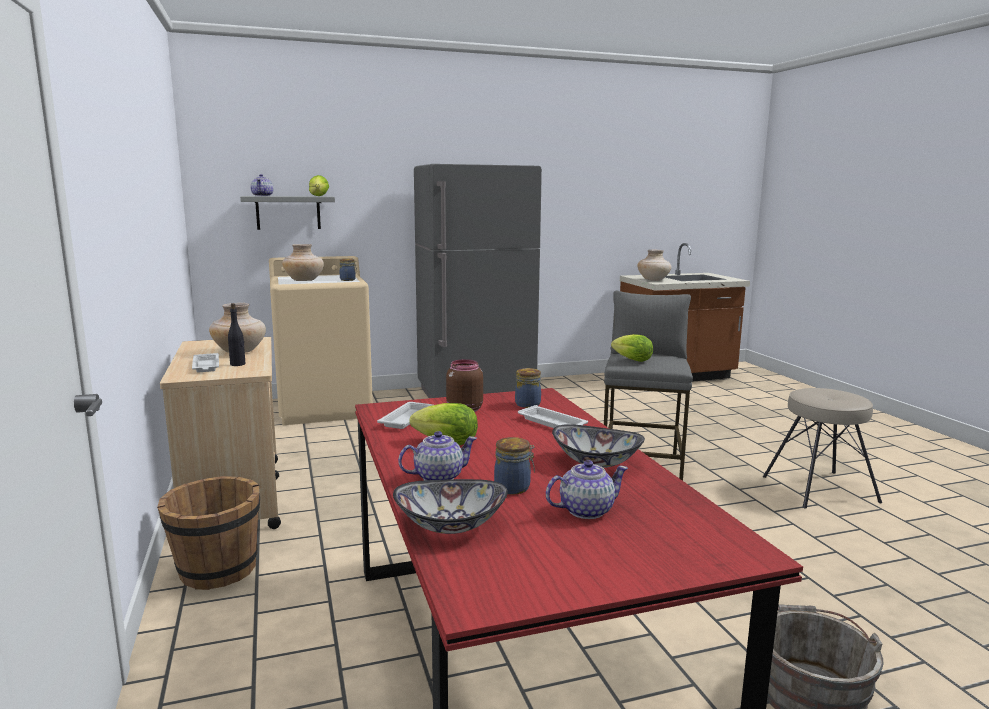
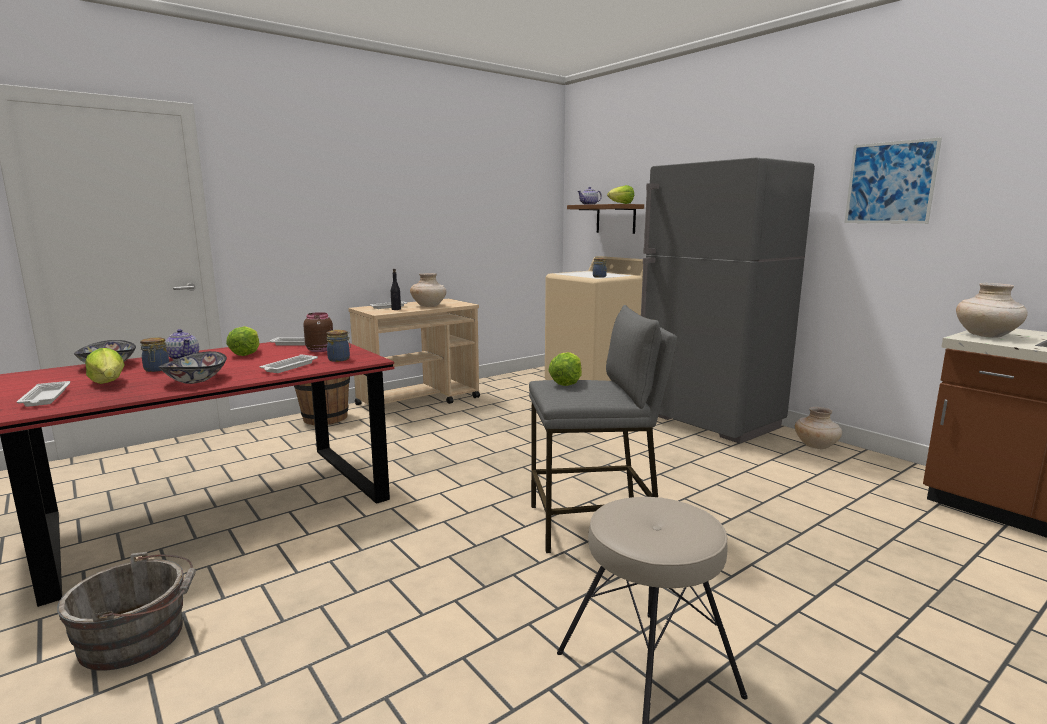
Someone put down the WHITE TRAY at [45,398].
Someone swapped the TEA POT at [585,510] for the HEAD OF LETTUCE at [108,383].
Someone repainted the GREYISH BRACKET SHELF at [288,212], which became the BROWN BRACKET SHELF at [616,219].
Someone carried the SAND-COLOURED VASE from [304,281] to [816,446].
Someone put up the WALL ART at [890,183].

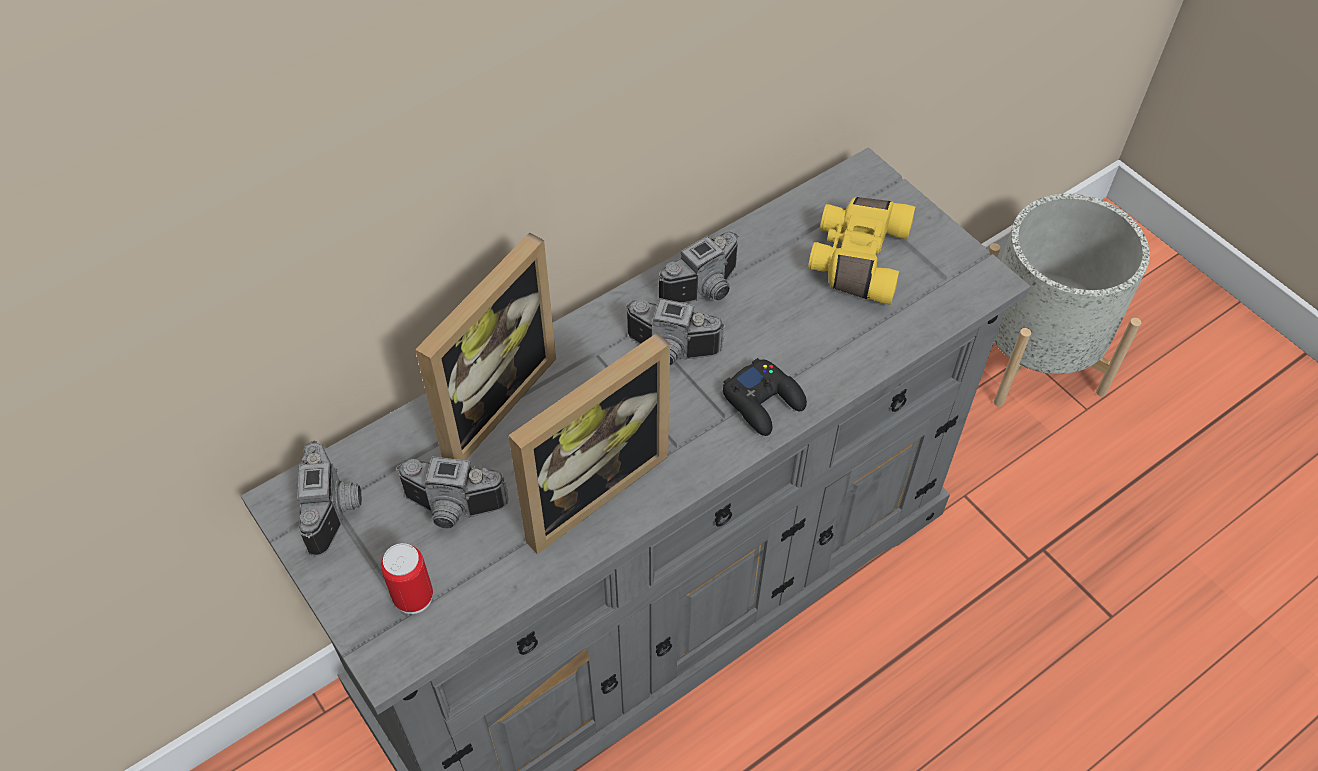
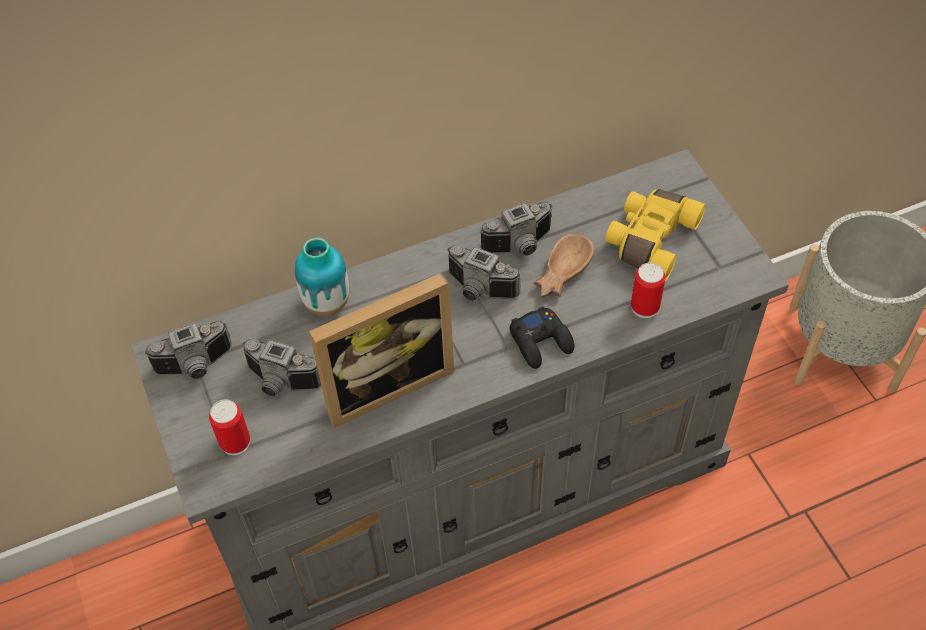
Someone rotated the STILL CAMERA at [337,509] by 60 degrees clockwise.
Someone swapped the PICTURE FRAME at [485,400] for the VASE at [327,303].
Someone put down the BROWN SERVING BOWL at [560,272].
Someone put down the CAN at [644,307].

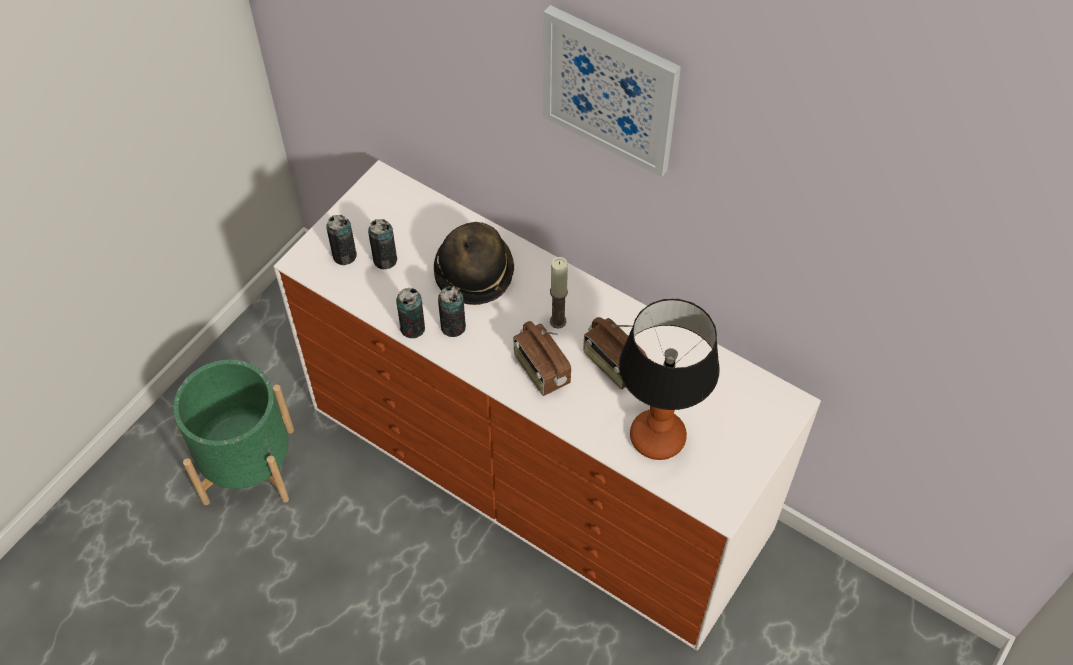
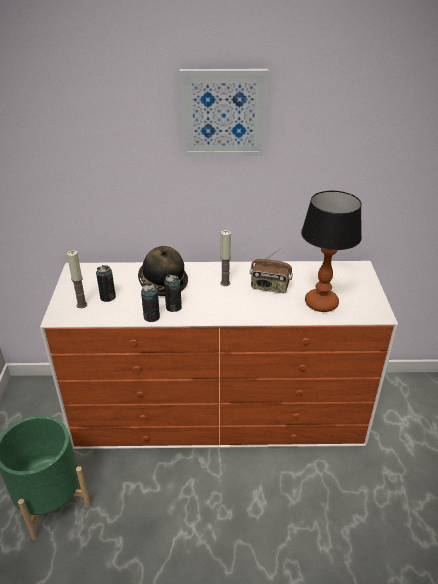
Someone swapped the CAN at [344,256] for the CANDLE at [82,305].
Someone took away the RADIO SET at [541,371].

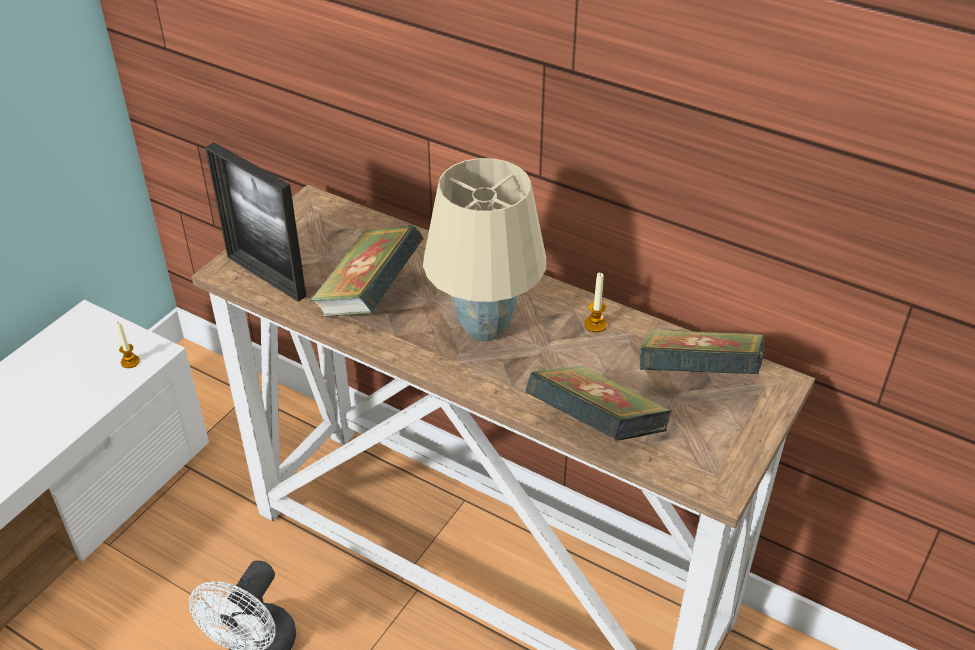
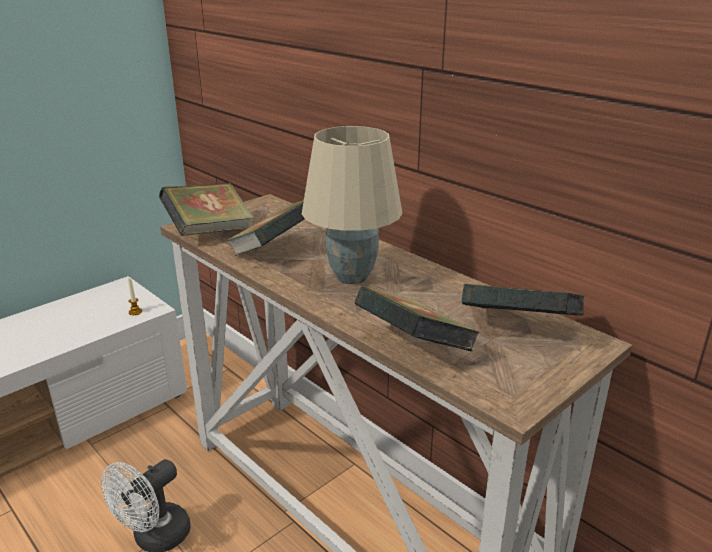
Someone swapped the PICTURE FRAME at [266,276] for the BOUND BOOK at [209,232].
Someone took away the CANDLE at [595,324].

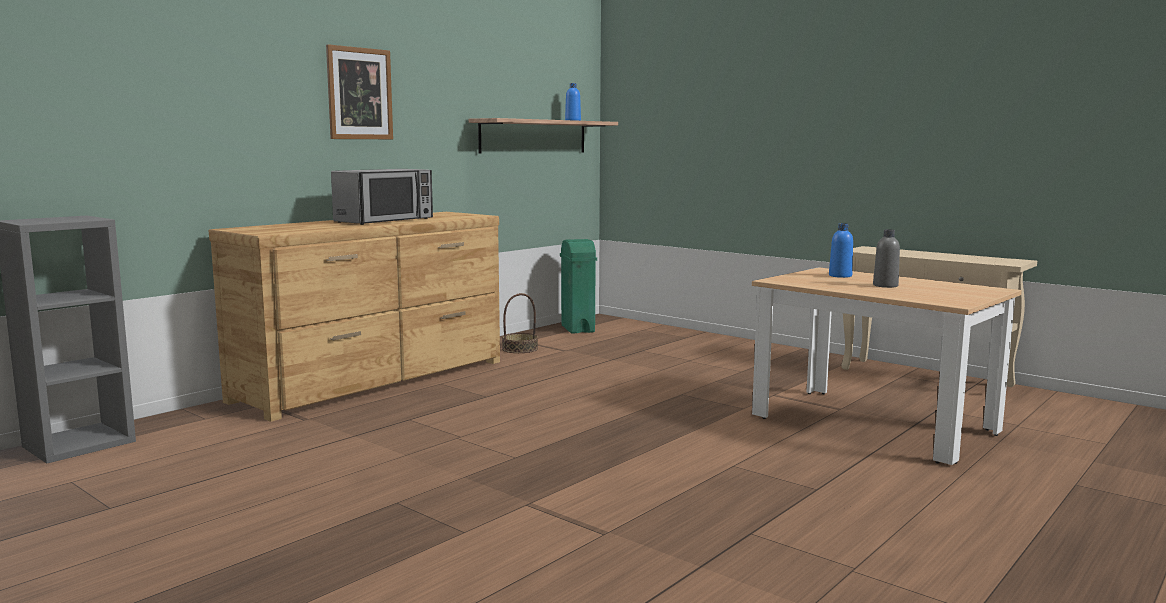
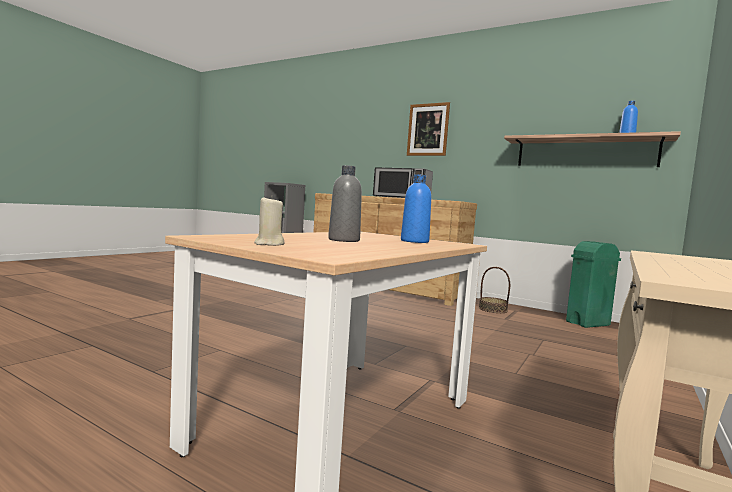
Someone put down the SAND-COLOURED CANDLE at [269,244].

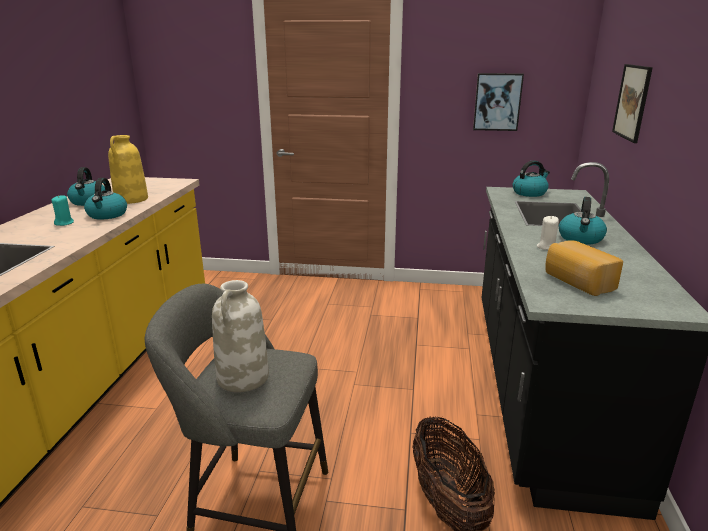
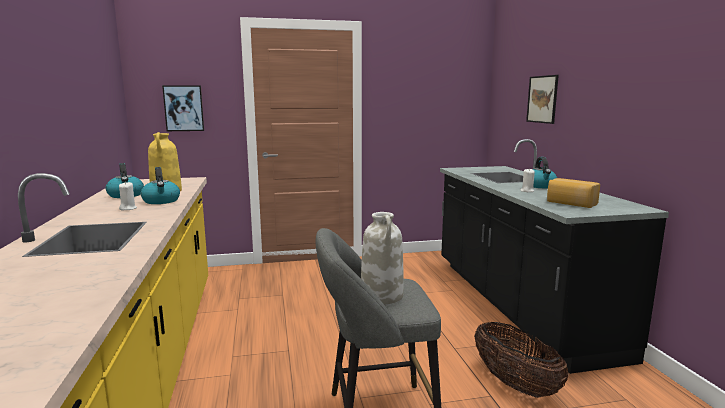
Someone repainted the BLUE-GREEN CANDLE at [64,223], which became the WHITE CANDLE at [128,208].
Someone carried the WALL ART from [497,102] to [184,108].
Someone took away the TEA KETTLE at [529,193].

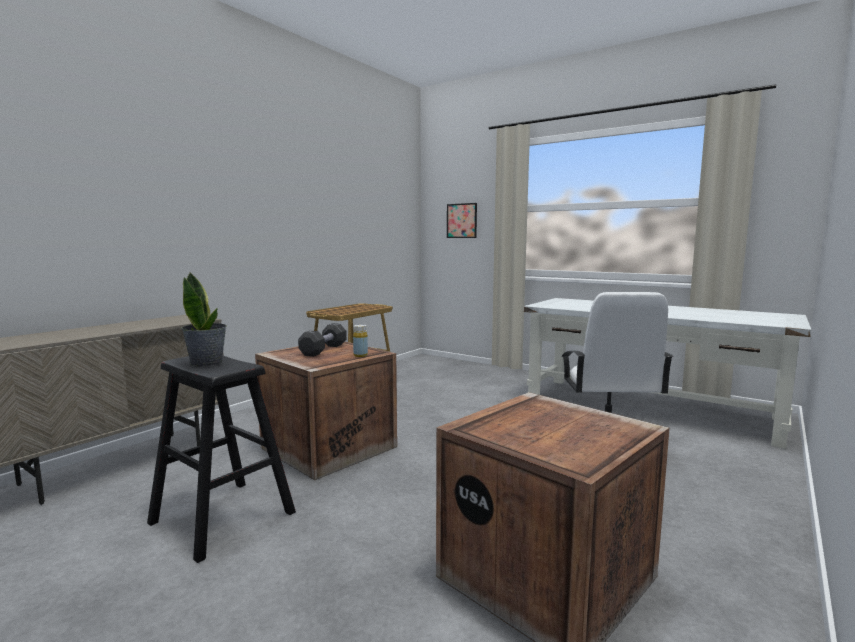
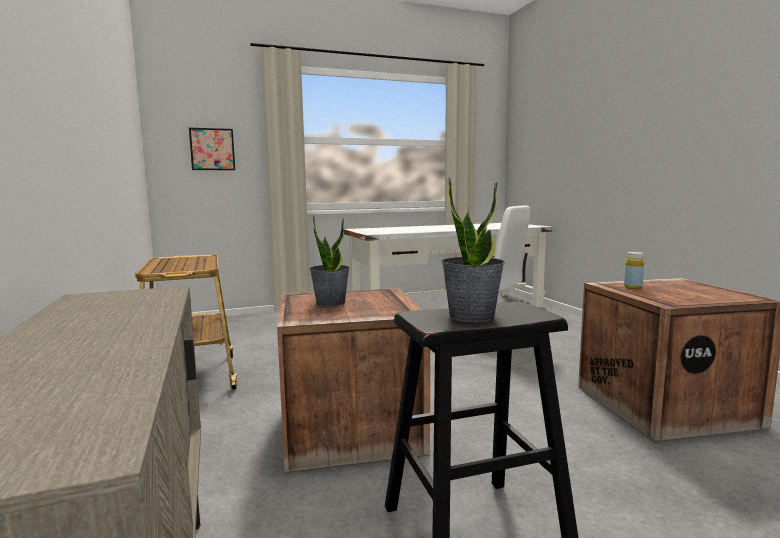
Someone swapped the BLACKISH DUMBBELL at [323,350] for the PLANT IN A POT at [330,303].
Someone carried the YELLOW BEVERAGE BOTTLE from [360,355] to [633,287].

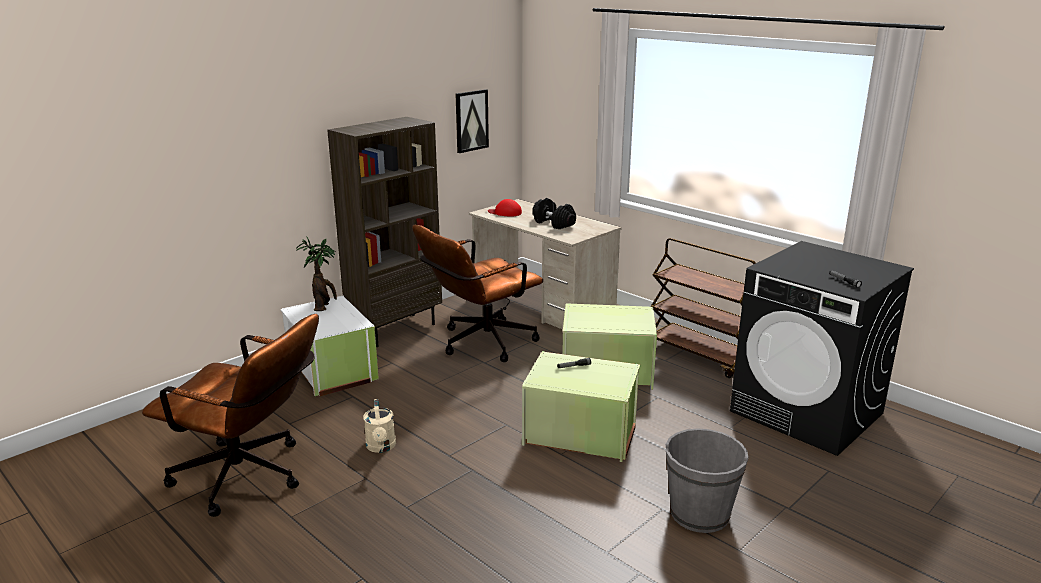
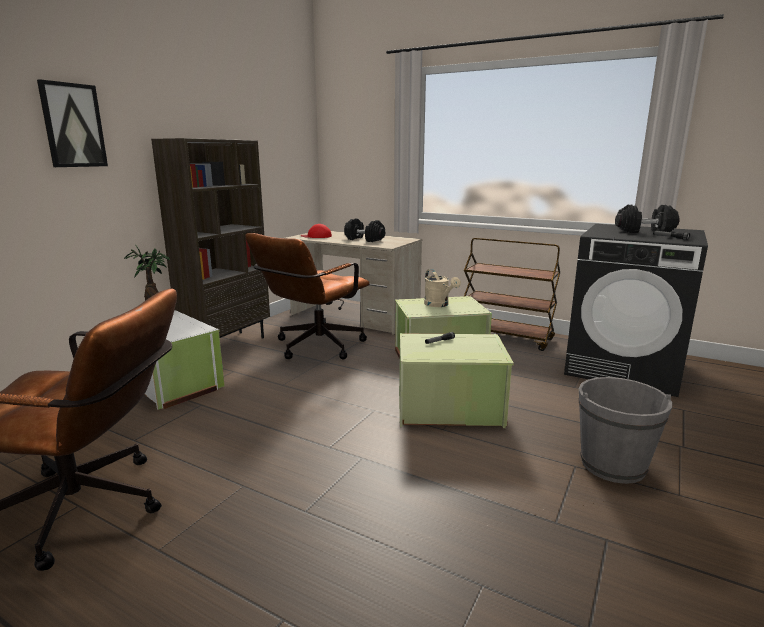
Someone carried the WALL ART from [471,120] to [73,125].
Someone carried the SAND-COLOURED WATERING CAN from [381,447] to [439,305].
Someone put down the BLACKISH DUMBBELL at [644,231].

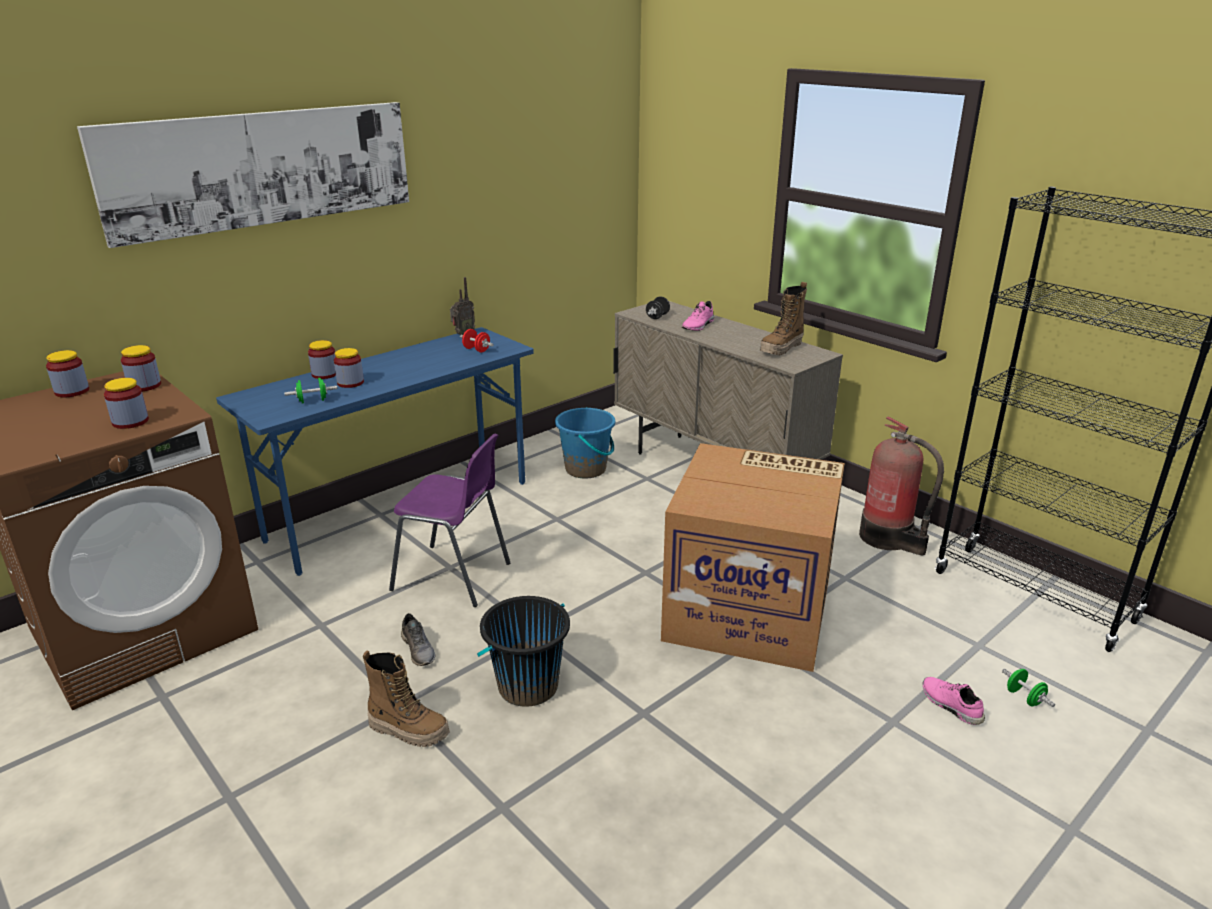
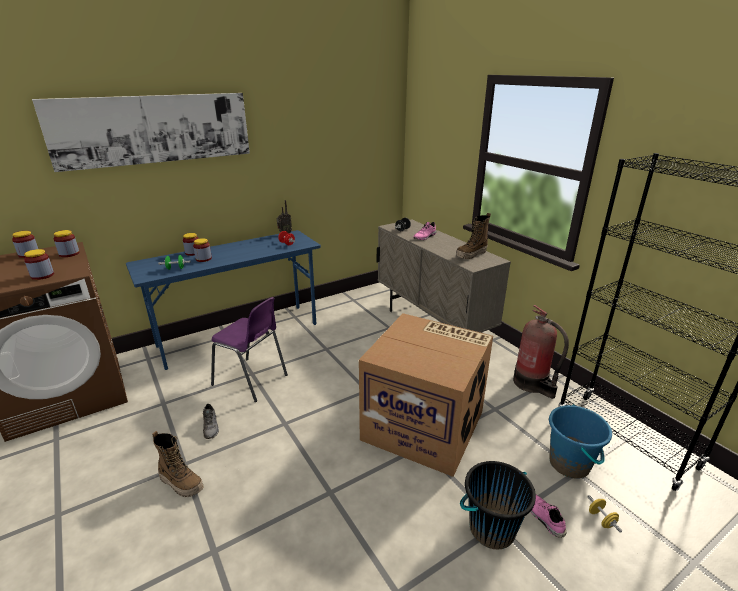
Someone carried the BLACKISH WATER BUCKET from [527,686] to [491,528].
Someone carried the BLUE WATER BUCKET from [586,469] to [569,463].
Someone repainted the GREEN DUMBBELL at [1024,697], which became the YELLOW DUMBBELL at [601,519].

